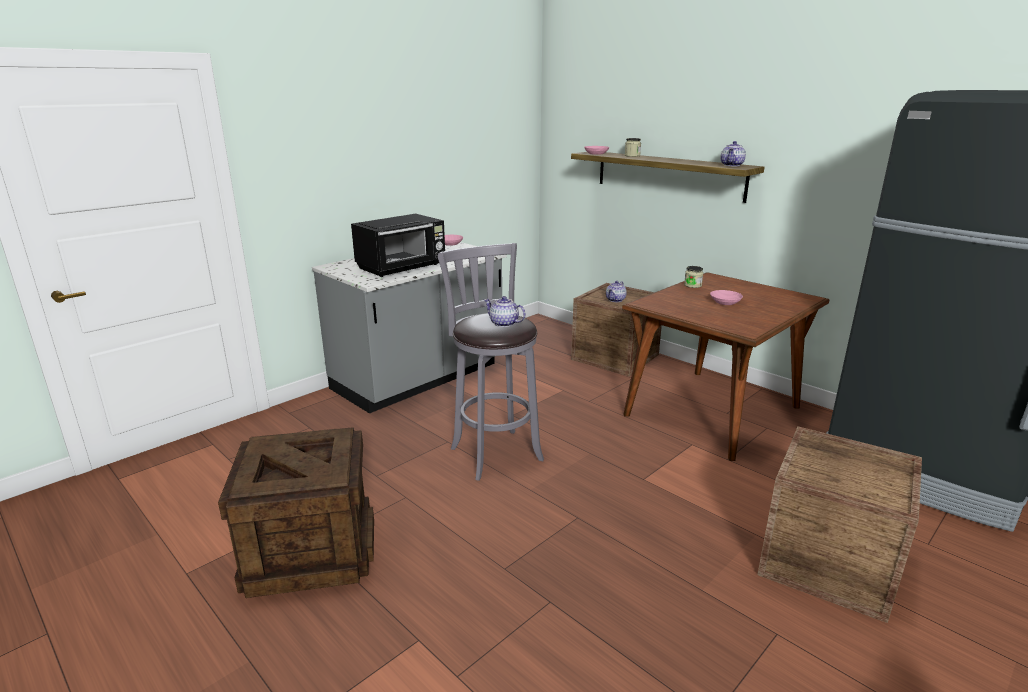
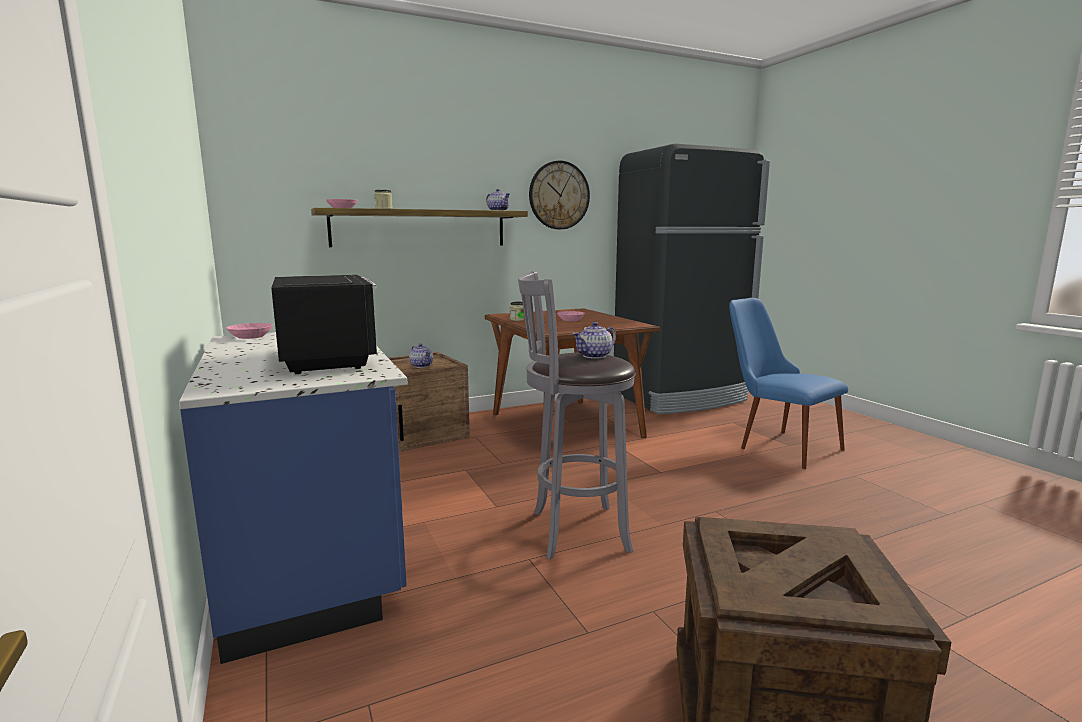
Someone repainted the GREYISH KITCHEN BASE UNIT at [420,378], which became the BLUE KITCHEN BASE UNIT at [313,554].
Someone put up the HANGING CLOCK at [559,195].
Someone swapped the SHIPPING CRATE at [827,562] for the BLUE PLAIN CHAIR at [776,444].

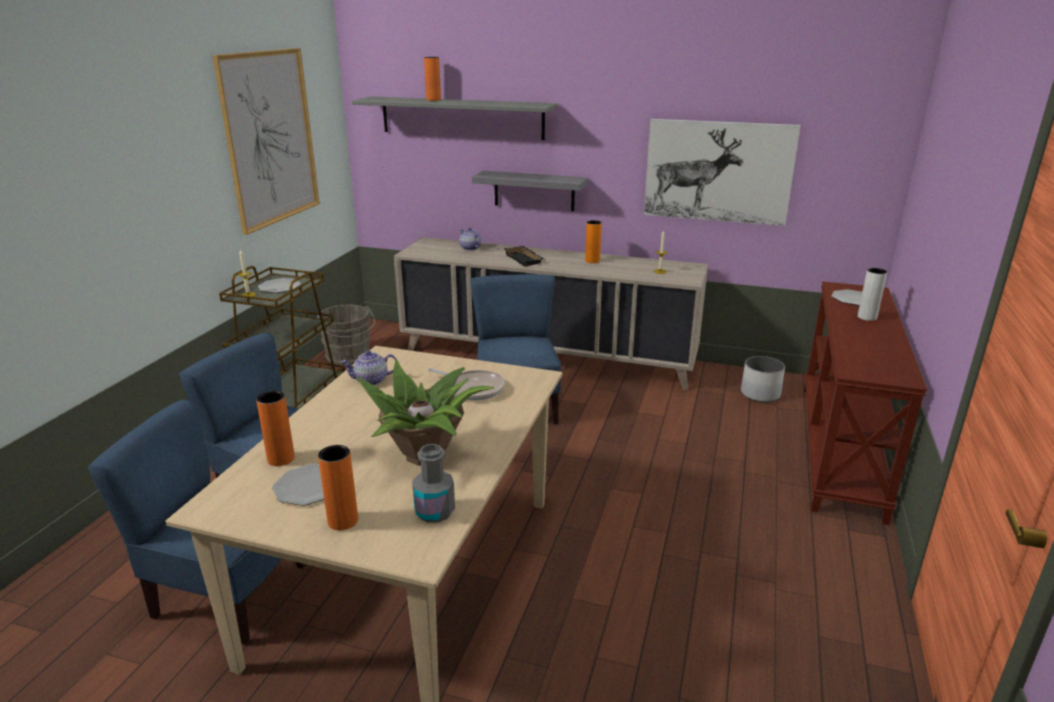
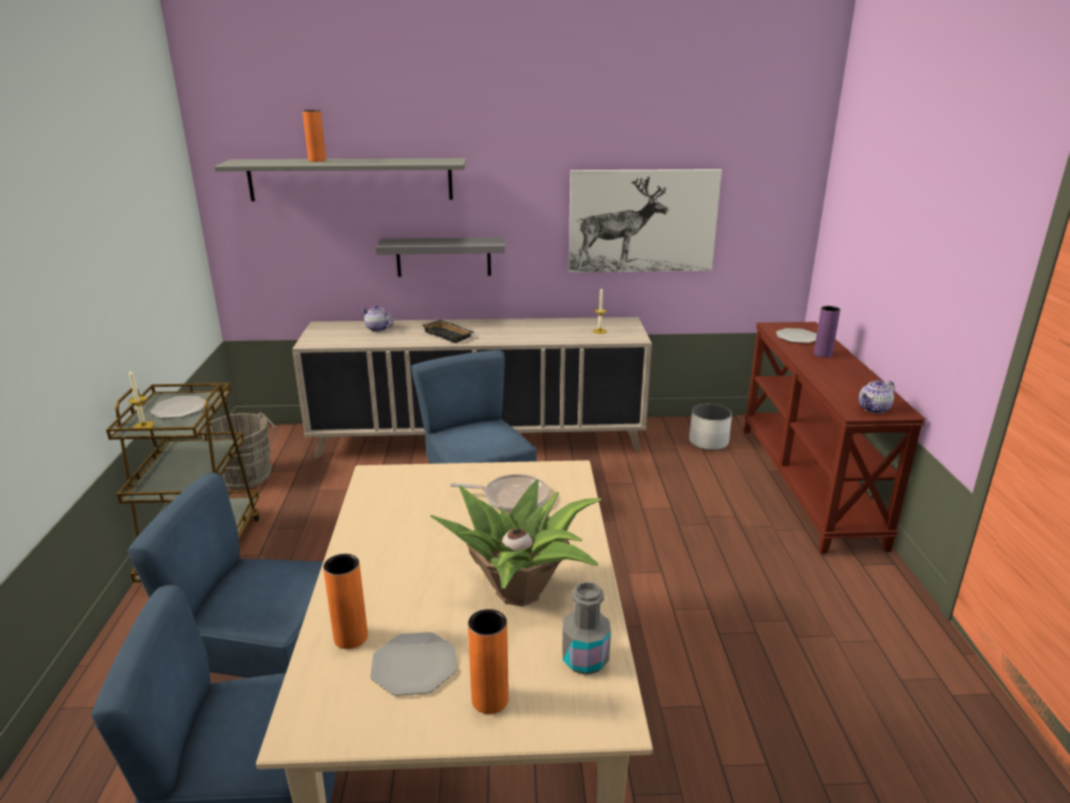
Someone repainted the WHITE VASE at [867,317], which became the PURPLISH VASE at [822,354].
Someone carried the TEA POT from [371,380] to [874,409].
Someone took away the WALL ART at [270,138].
Someone took away the ORANGEY VASE at [592,261].

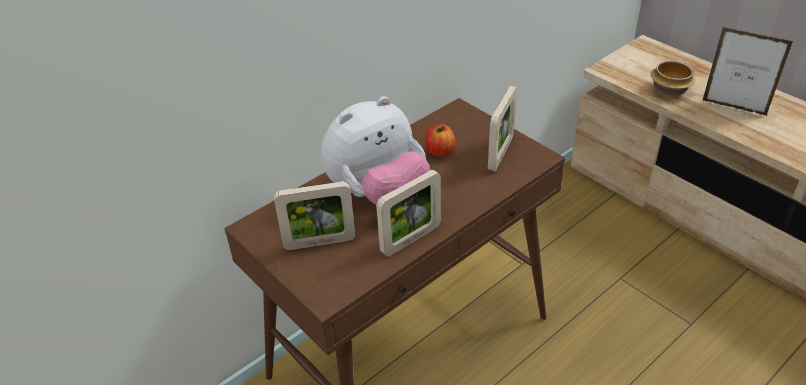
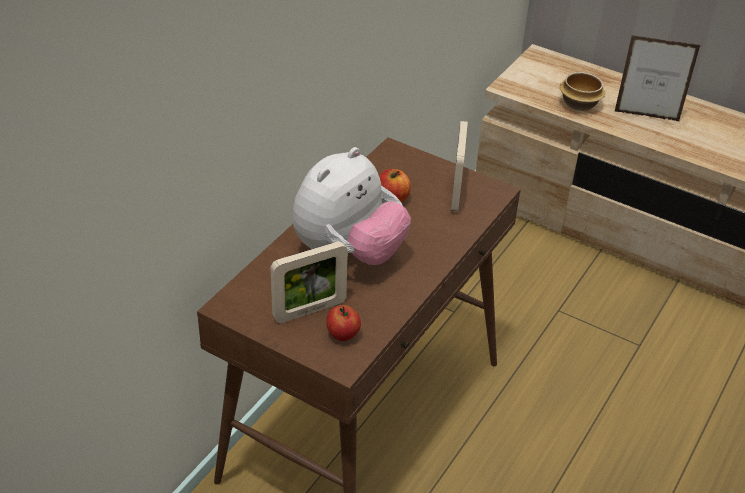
Someone put down the APPLE at [343,335].
Someone took away the PICTURE FRAME at [411,239].

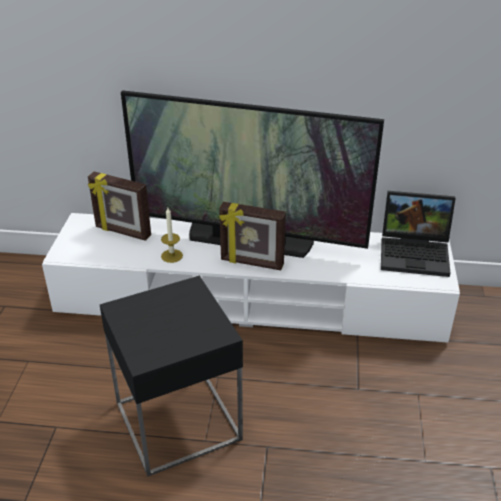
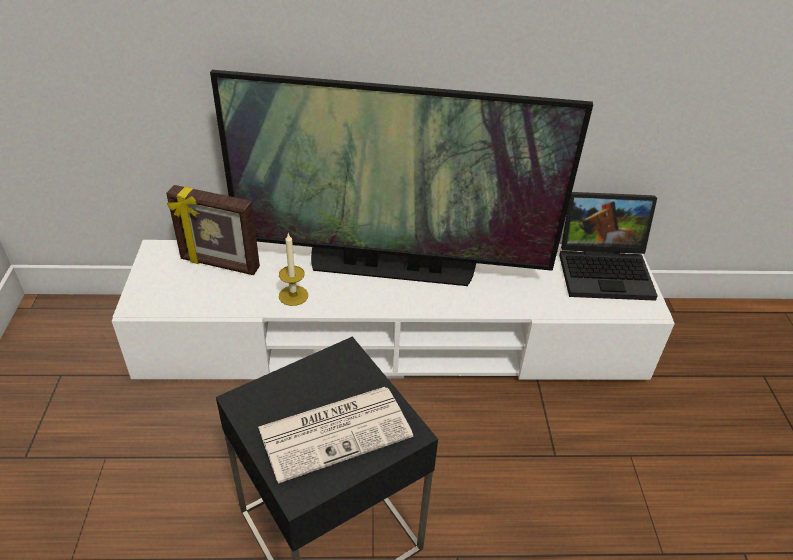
Someone put down the DAILY PAPER at [336,431].
Someone took away the PICTURE FRAME at [251,263].

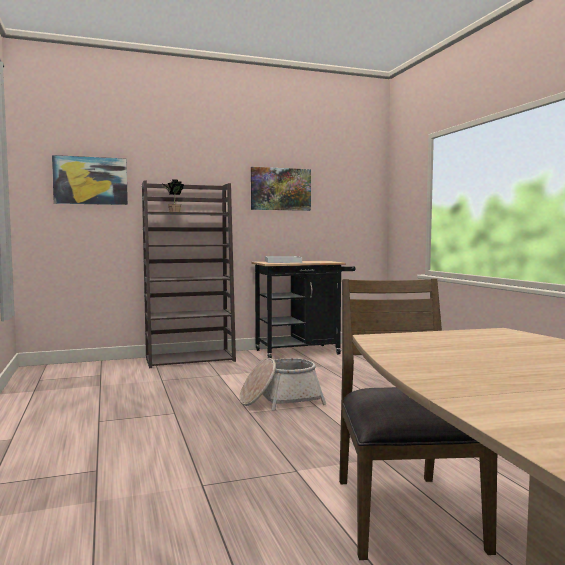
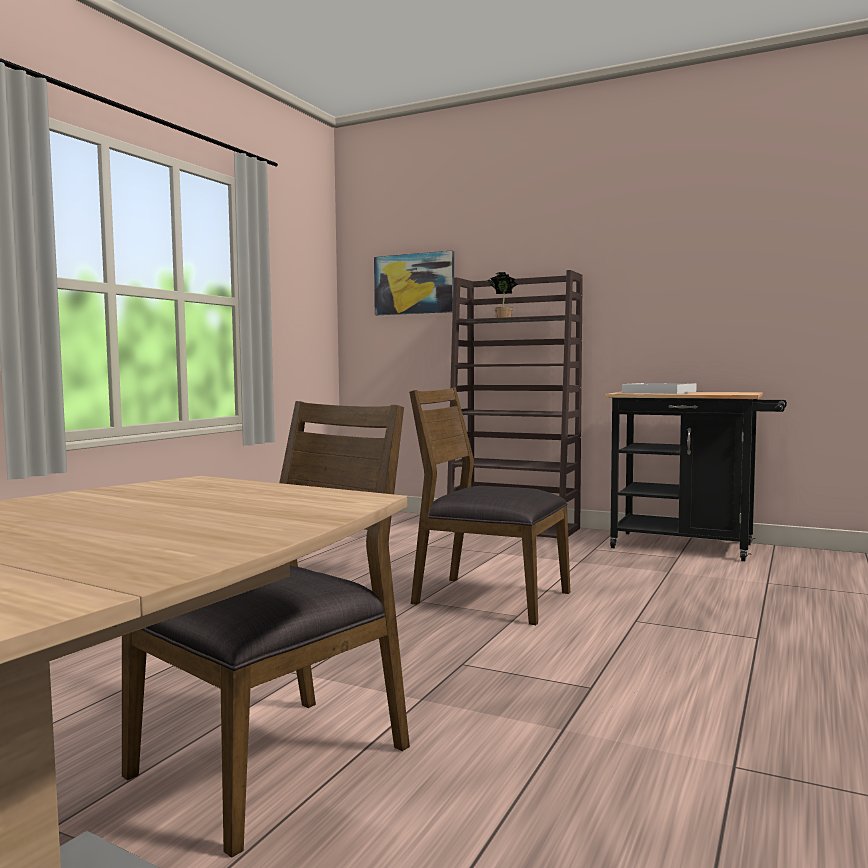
Someone swapped the STORAGE BASKET at [280,400] for the BROWN PLAIN CHAIR at [489,598].
Someone took away the WALL ART at [280,189].

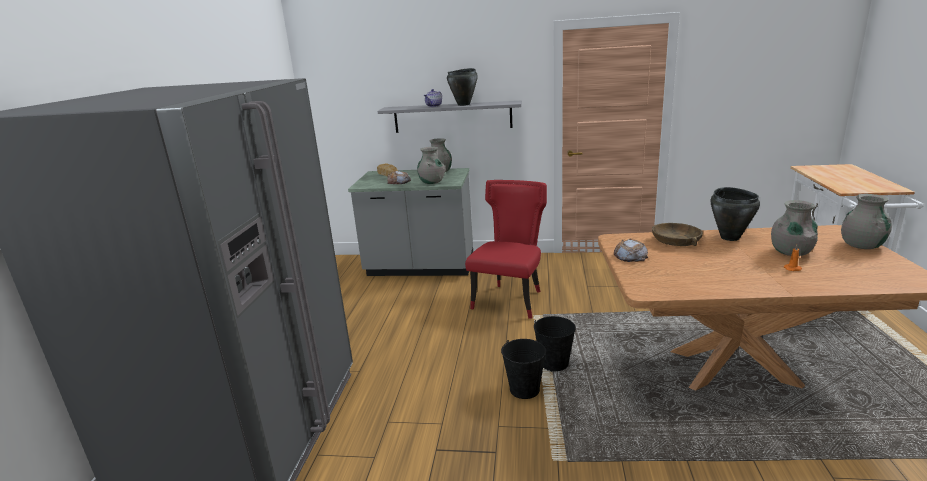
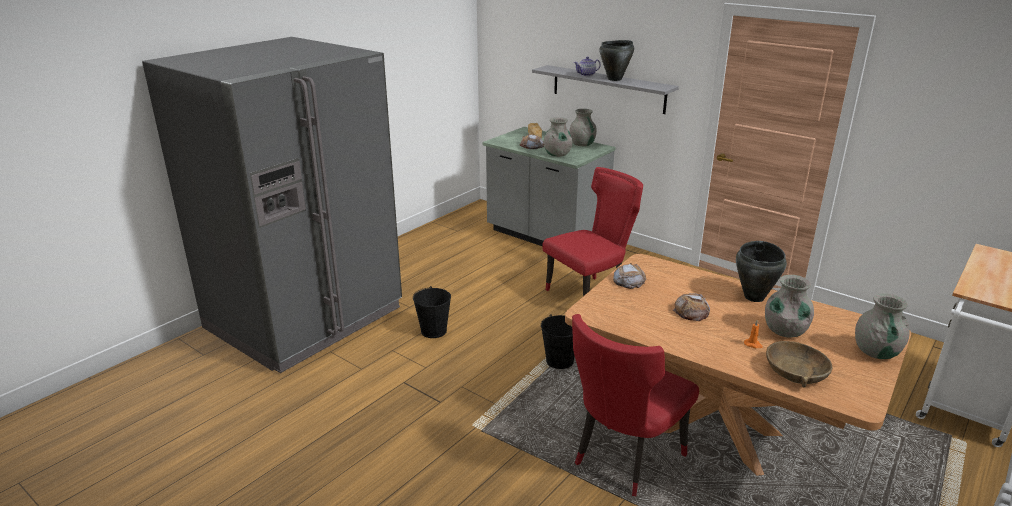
Someone carried the BLACKISH WATER BUCKET from [524,389] to [434,331].
Someone put down the RED-COLOURED PLAIN CHAIR at [623,459].
Someone put down the BAKERY BREAD at [691,311].
Someone carried the BROWN SERVING BOWL from [676,241] to [796,371].

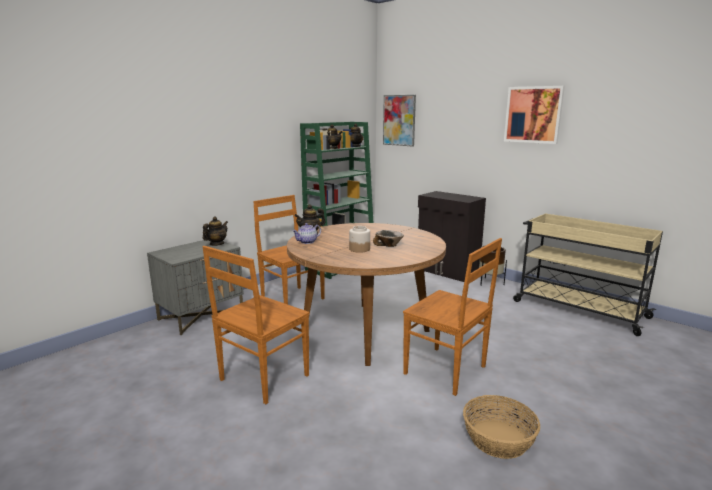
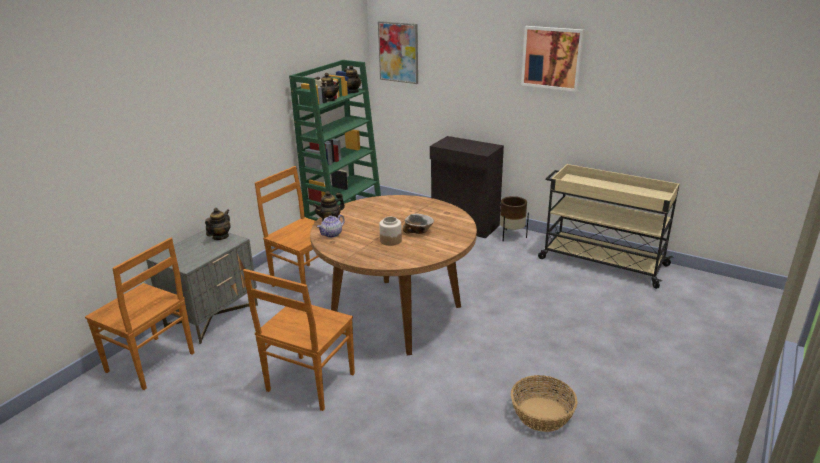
Someone carried the BROWN PLAIN CHAIR from [447,371] to [152,363].

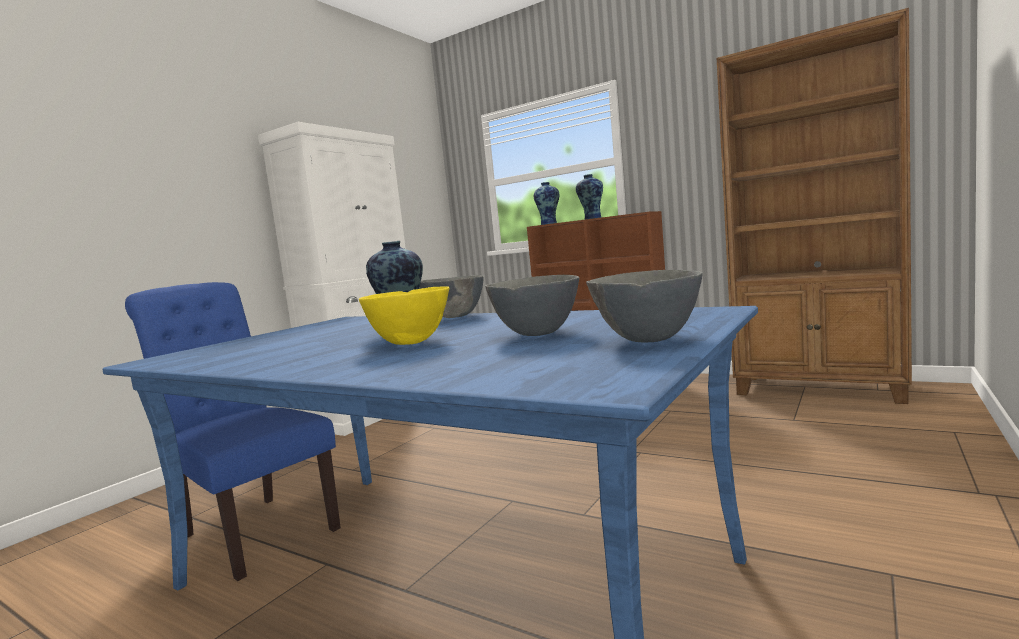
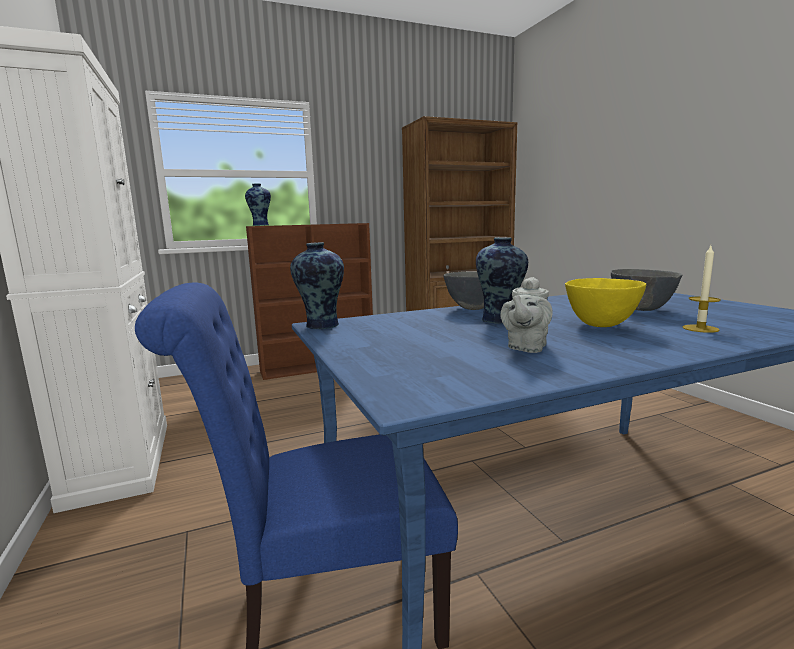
Someone carried the VASE from [591,219] to [320,325].
Someone put down the GREYISH TEA POT at [526,347].
Someone put down the CANDLE at [700,328].
Someone took away the GREYISH SERVING BOWL at [649,340].

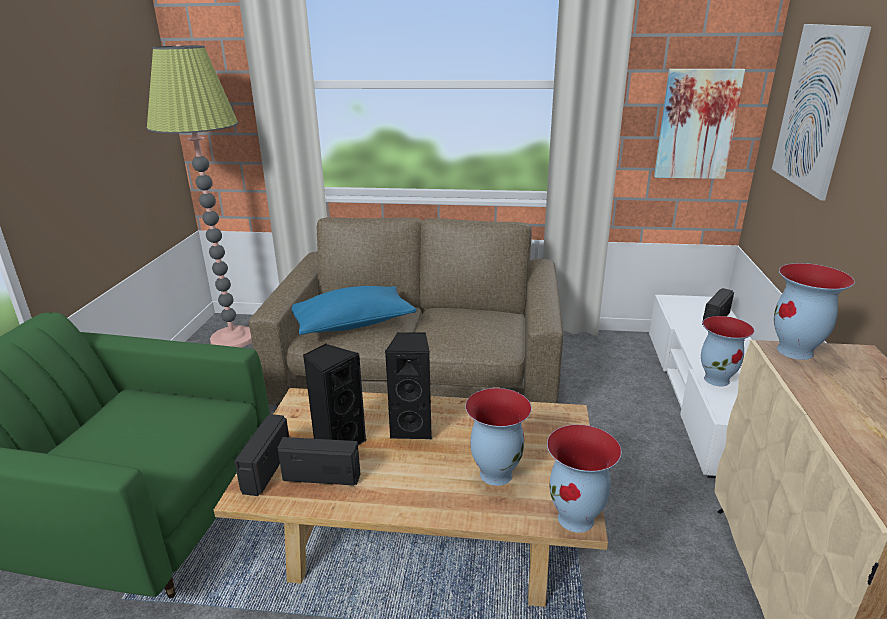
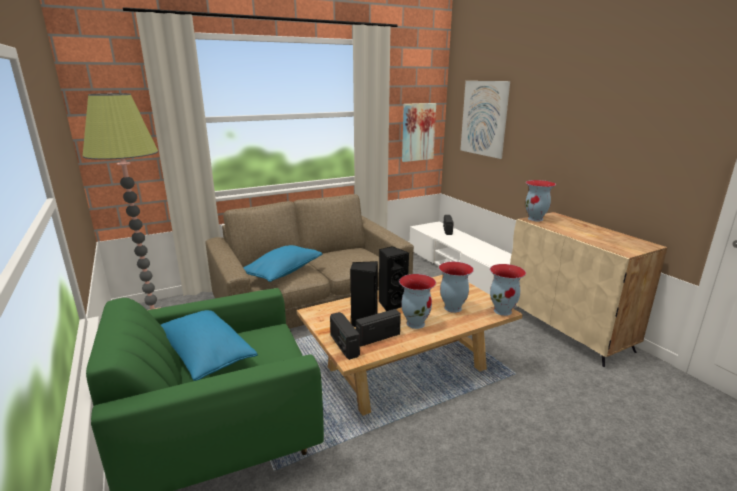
Someone put down the BLUE CUSHION at [205,354].
Someone carried the VASE from [717,379] to [415,323].

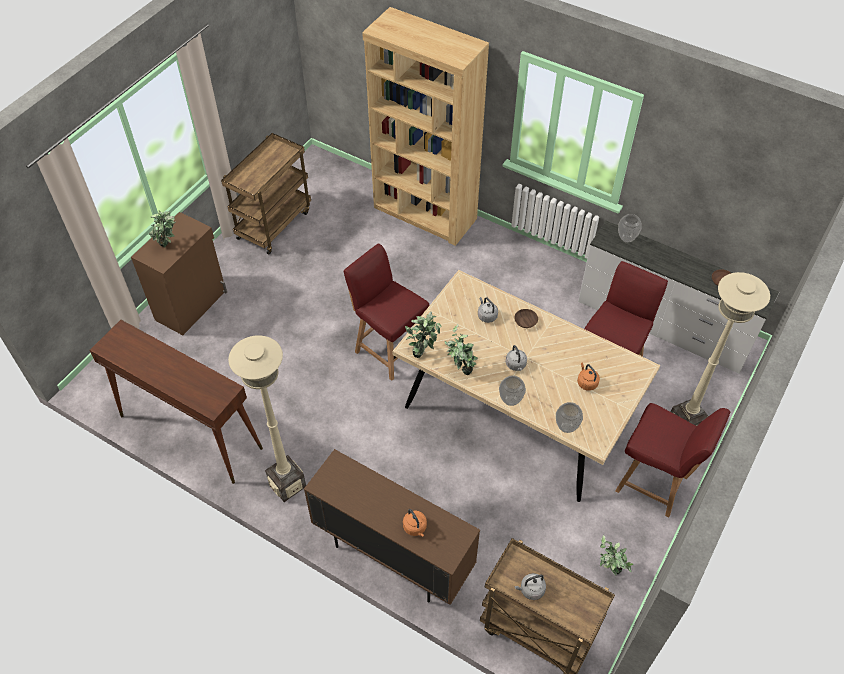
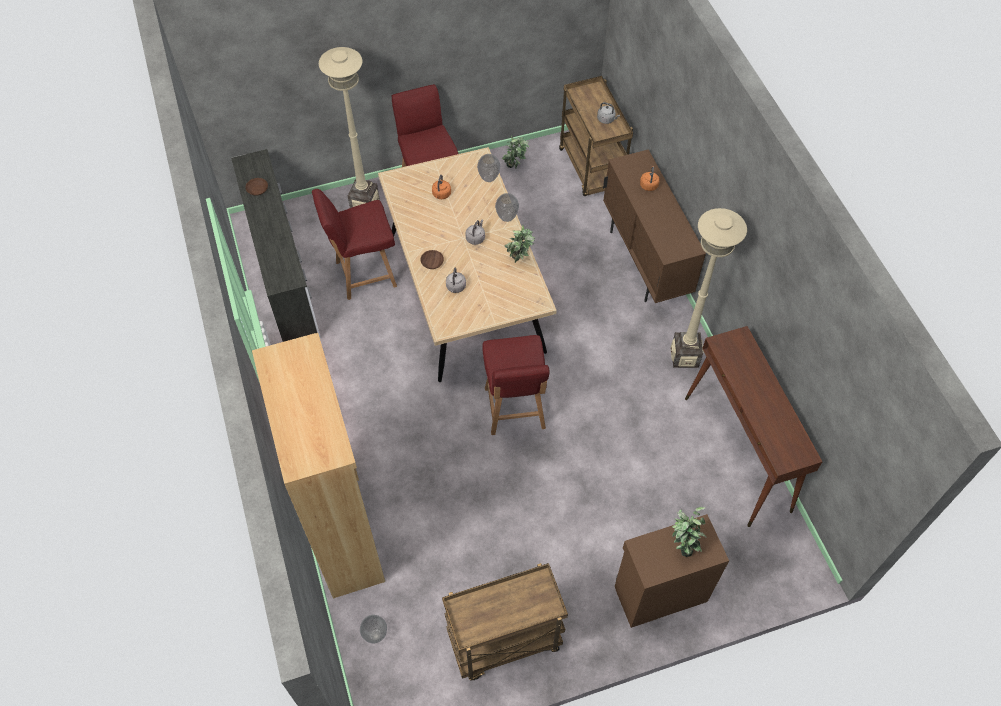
Someone carried the VASE from [626,239] to [376,634].
Someone took away the PLANT IN A POT at [423,351].

